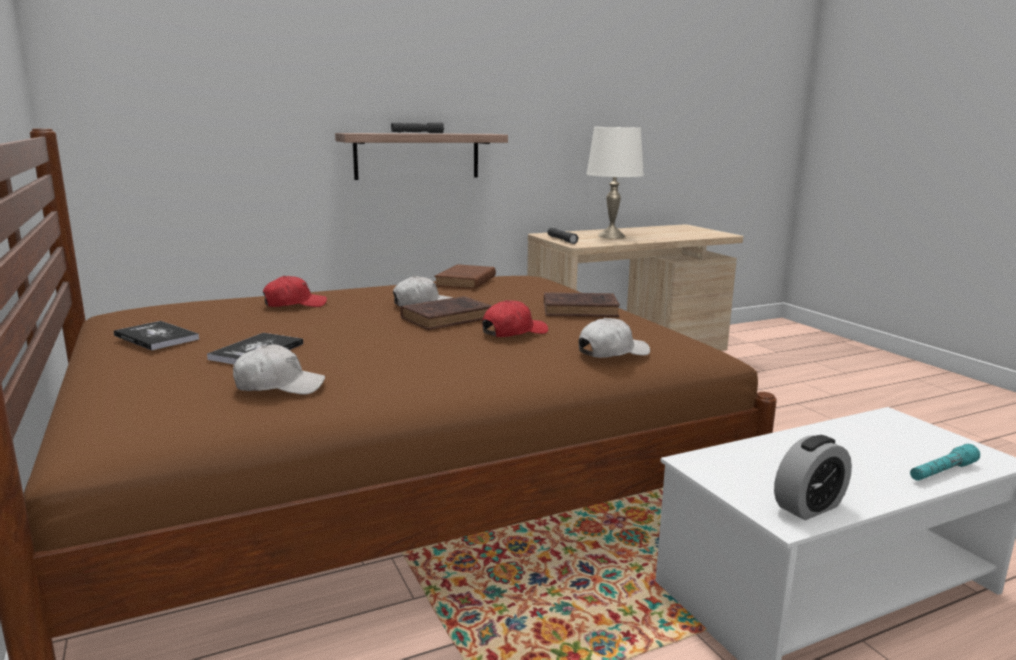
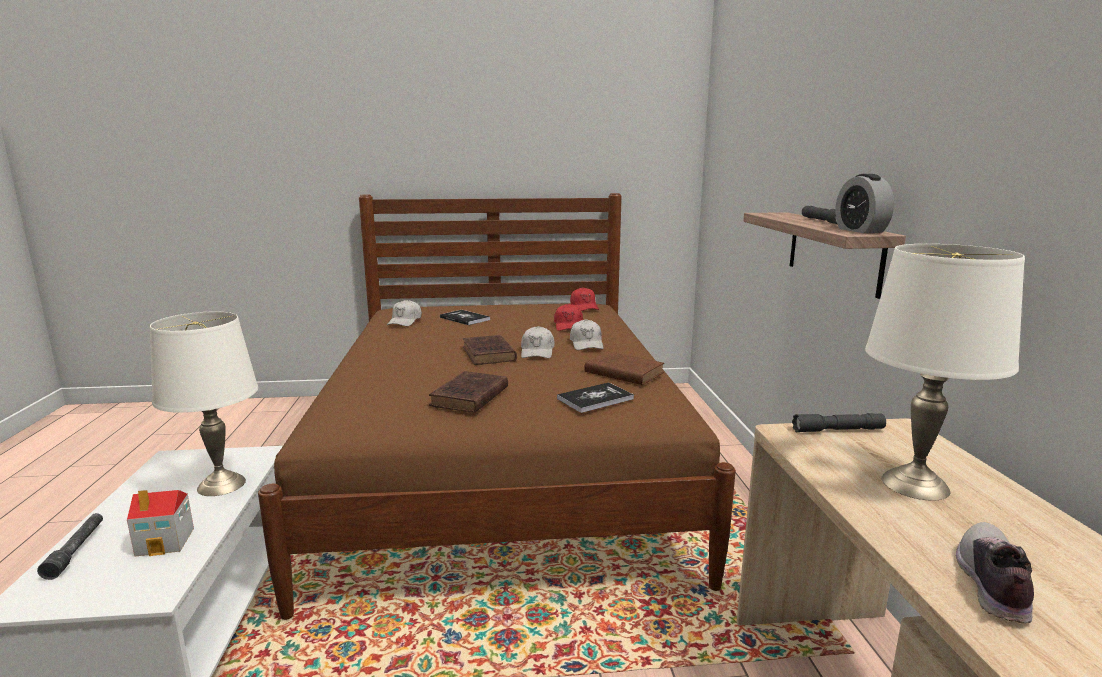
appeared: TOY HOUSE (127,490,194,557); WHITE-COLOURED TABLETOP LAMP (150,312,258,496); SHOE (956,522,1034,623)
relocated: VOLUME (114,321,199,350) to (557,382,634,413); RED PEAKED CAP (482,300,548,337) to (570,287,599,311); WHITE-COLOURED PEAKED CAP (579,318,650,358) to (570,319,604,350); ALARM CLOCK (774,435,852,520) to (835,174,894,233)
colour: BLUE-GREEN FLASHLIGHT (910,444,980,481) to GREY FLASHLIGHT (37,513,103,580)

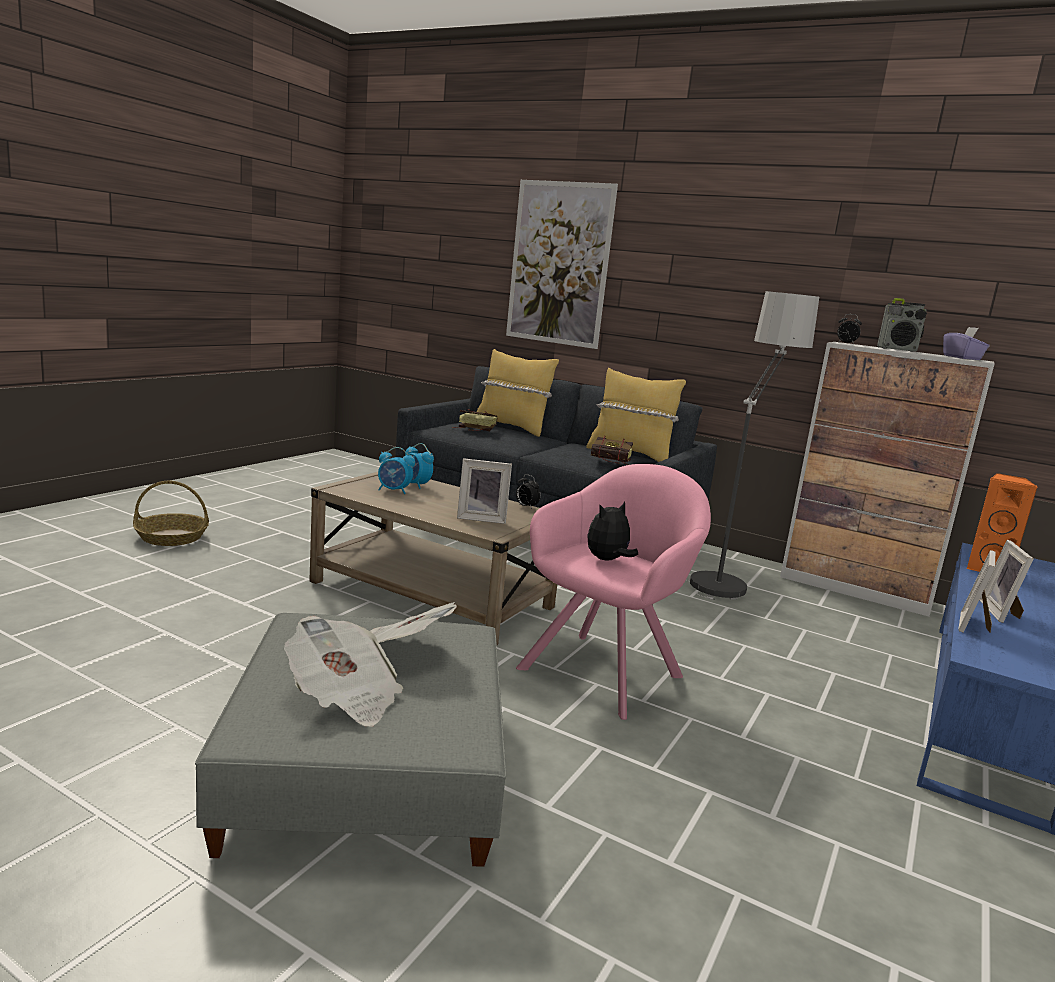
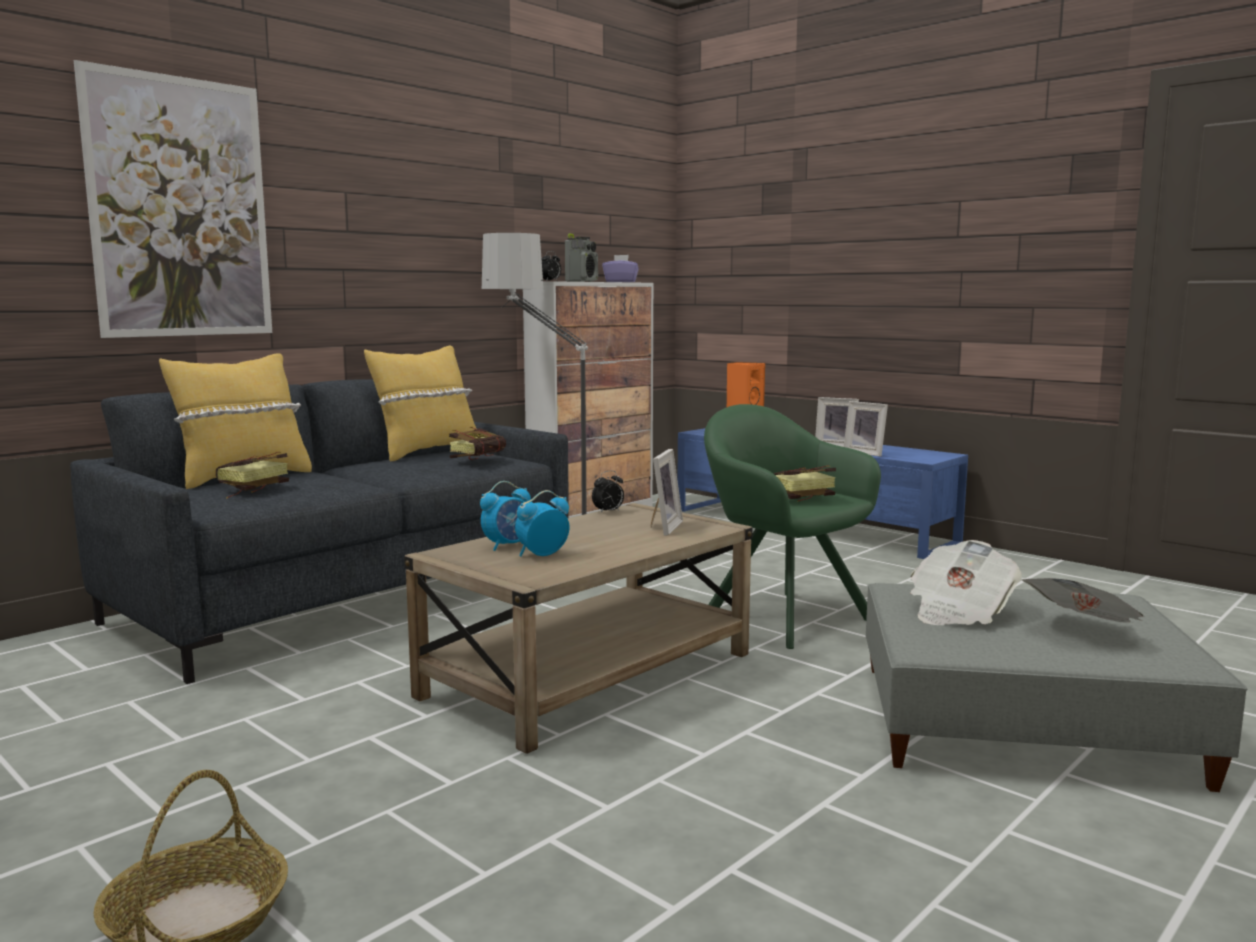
exchanged: PLUSH TOY (587,502,638,560) to VOLUME (773,465,836,502)
colour: PINKISH LOUNGE CHAIR (516,464,711,720) to GREEN LOUNGE CHAIR (704,404,881,649)
spun: ALARM CLOCK (378,447,415,494) = (515,490,569,556) 150 degrees counterclockwise

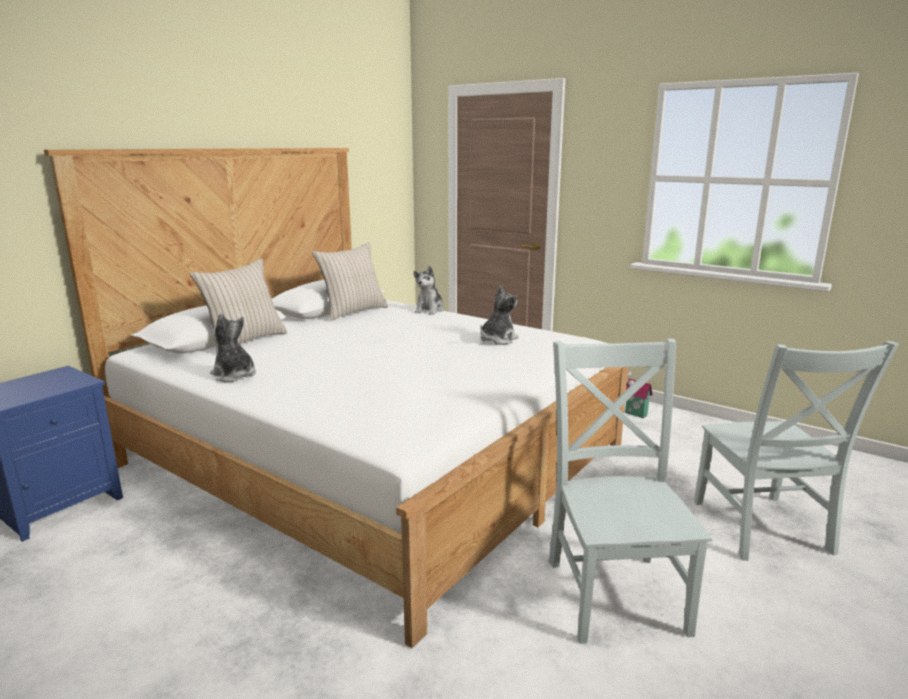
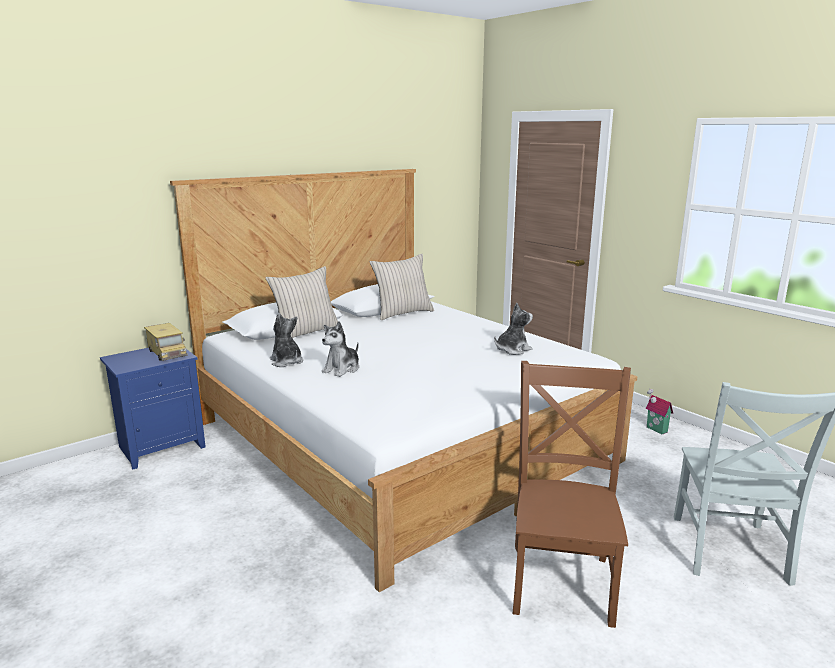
appeared: TOY LORRY (144,323,188,361)
relocated: PLUSH TOY (413,266,444,315) to (322,321,359,377)
colour: GREY UPRIGHT CHAIR (549,338,712,644) to BROWN UPRIGHT CHAIR (513,361,631,628)

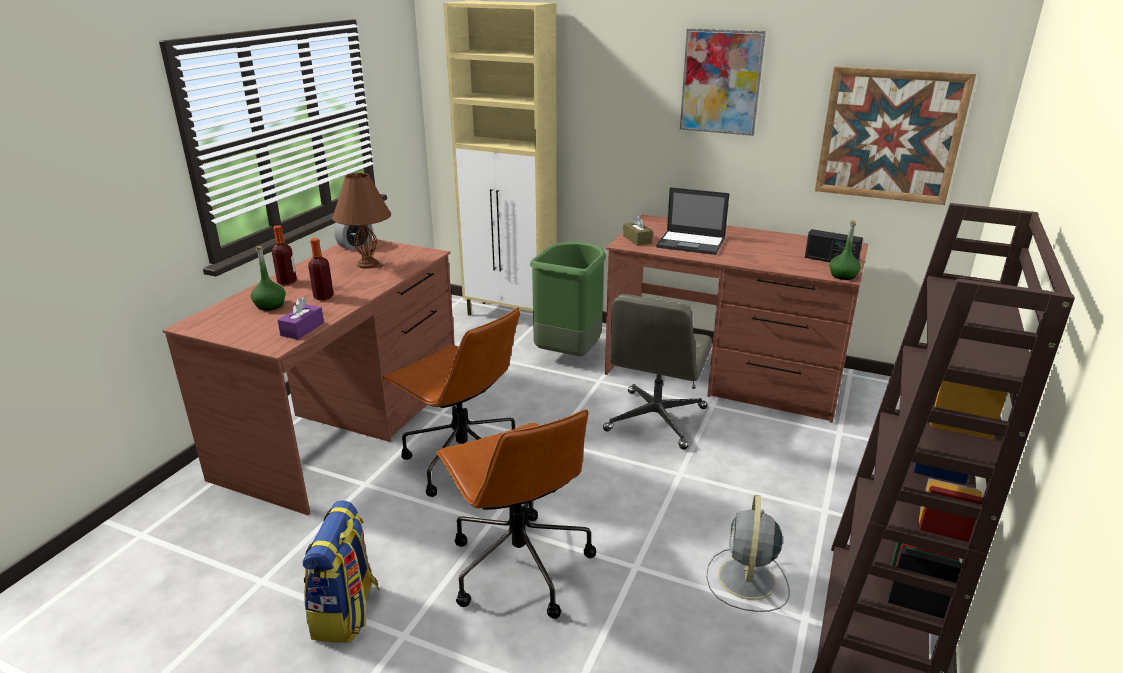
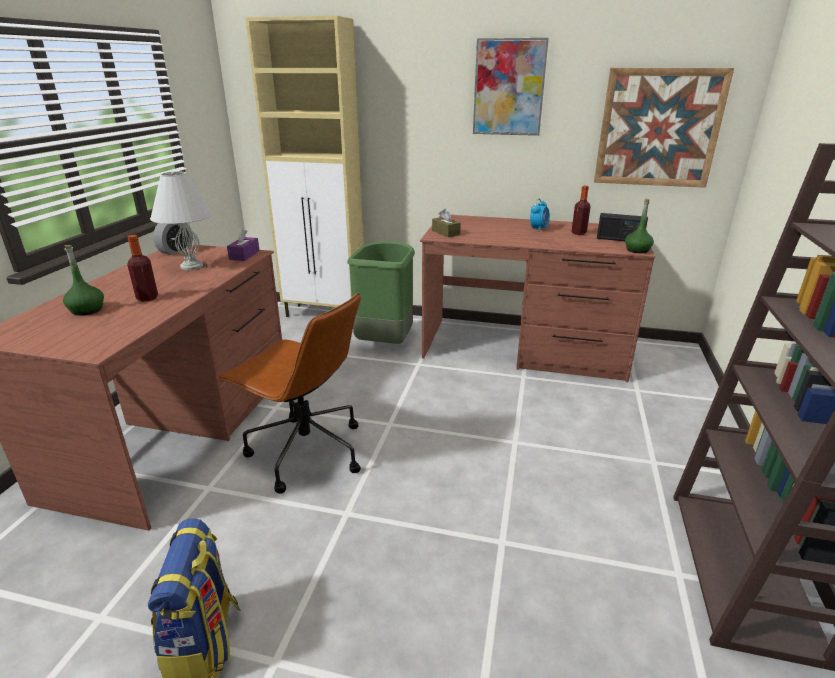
missing: BROWN DESK CHAIR (436,409,596,619); GREY DESK CHAIR (603,294,712,450); NOTEBOOK COMPUTER (656,187,730,255); GREY FAN (706,495,790,612)
appeared: ALARM CLOCK (530,198,550,232)
relocated: DRINK BOTTLE (272,225,297,285) to (571,186,591,235); PURPLE-COLOURED TISSUE BOX (278,297,324,340) to (227,229,260,261)
colour: BROWN TABLETOP LAMP (332,173,391,269) to WHITE-COLOURED TABLETOP LAMP (150,171,213,270)

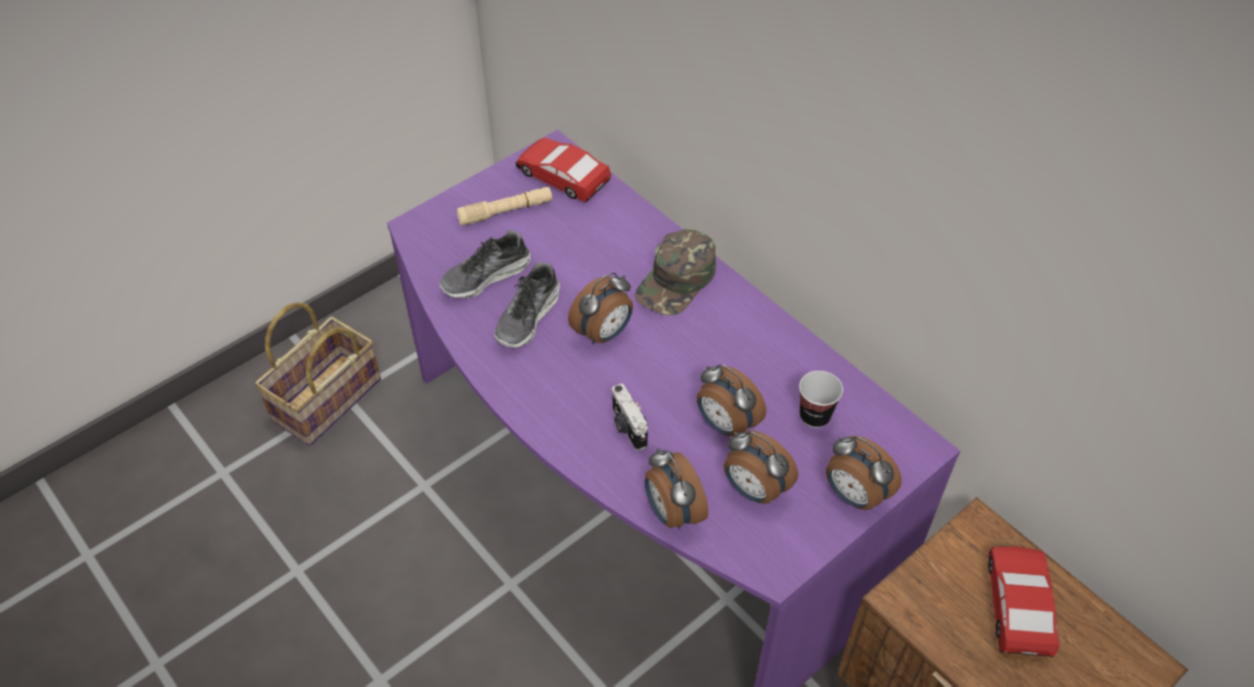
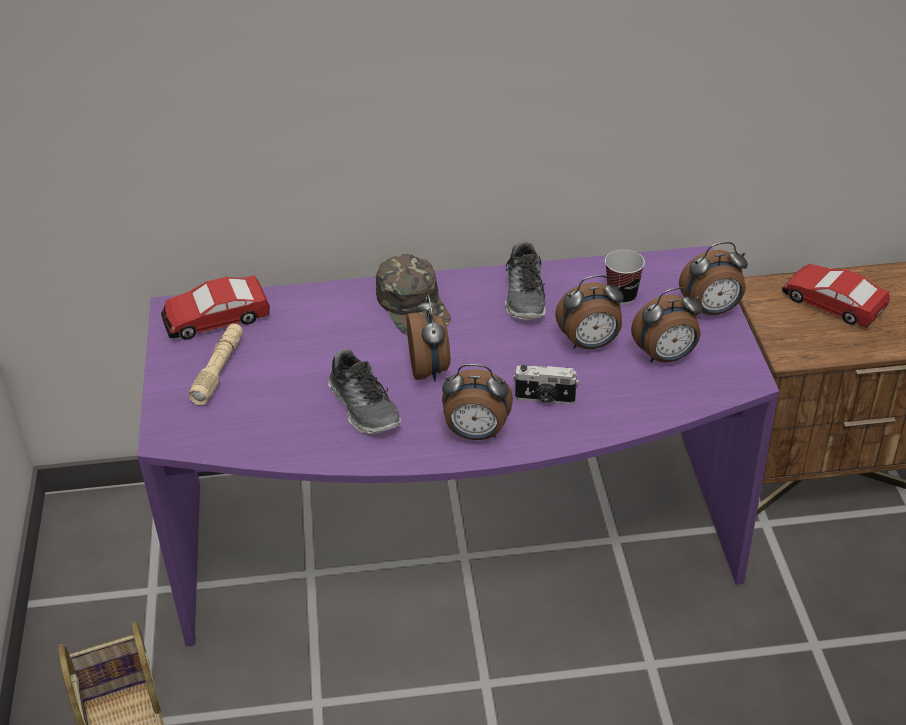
relocated: SHOE (439,230,530,299) to (505,242,546,320); ALARM CLOCK (644,448,708,529) to (442,364,513,440)

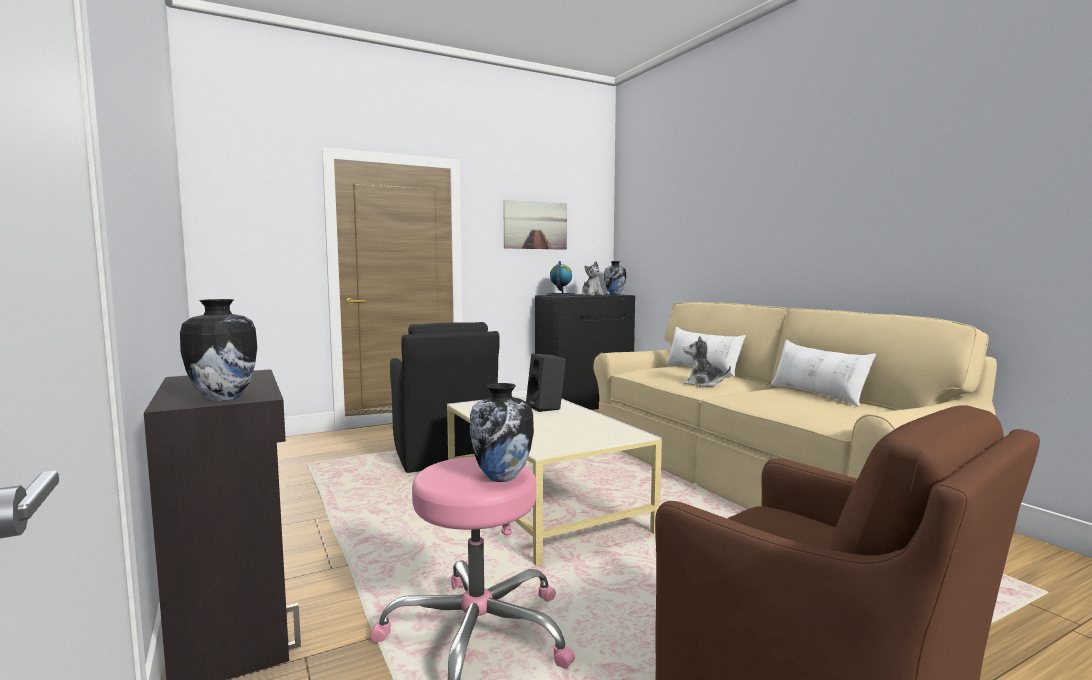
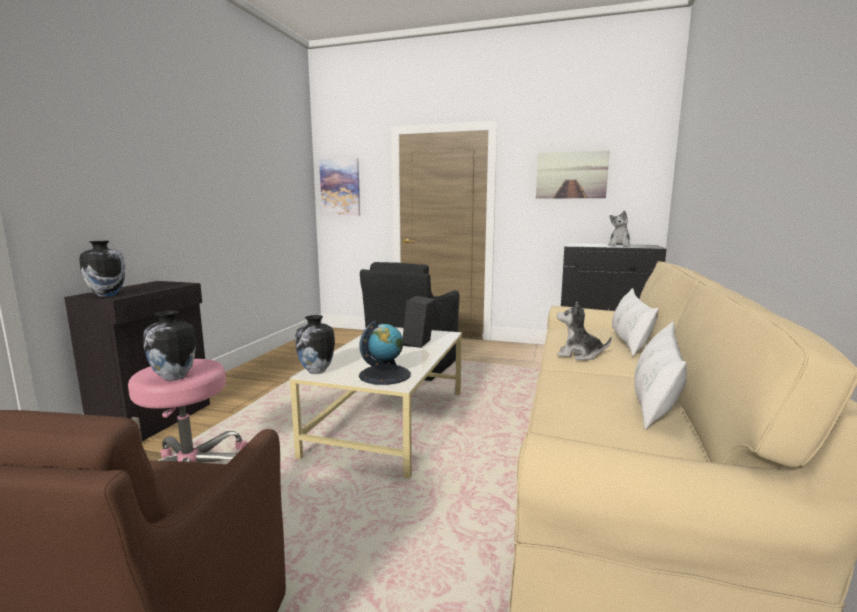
appeared: WALL ART (319,158,360,216)
relocated: GLOBE (546,261,576,296) to (359,321,411,385); FLOWER VASE (604,261,626,295) to (295,315,335,374)
spun: PLUSH TOY (683,335,731,387) = (557,301,612,360) 45 degrees counterclockwise

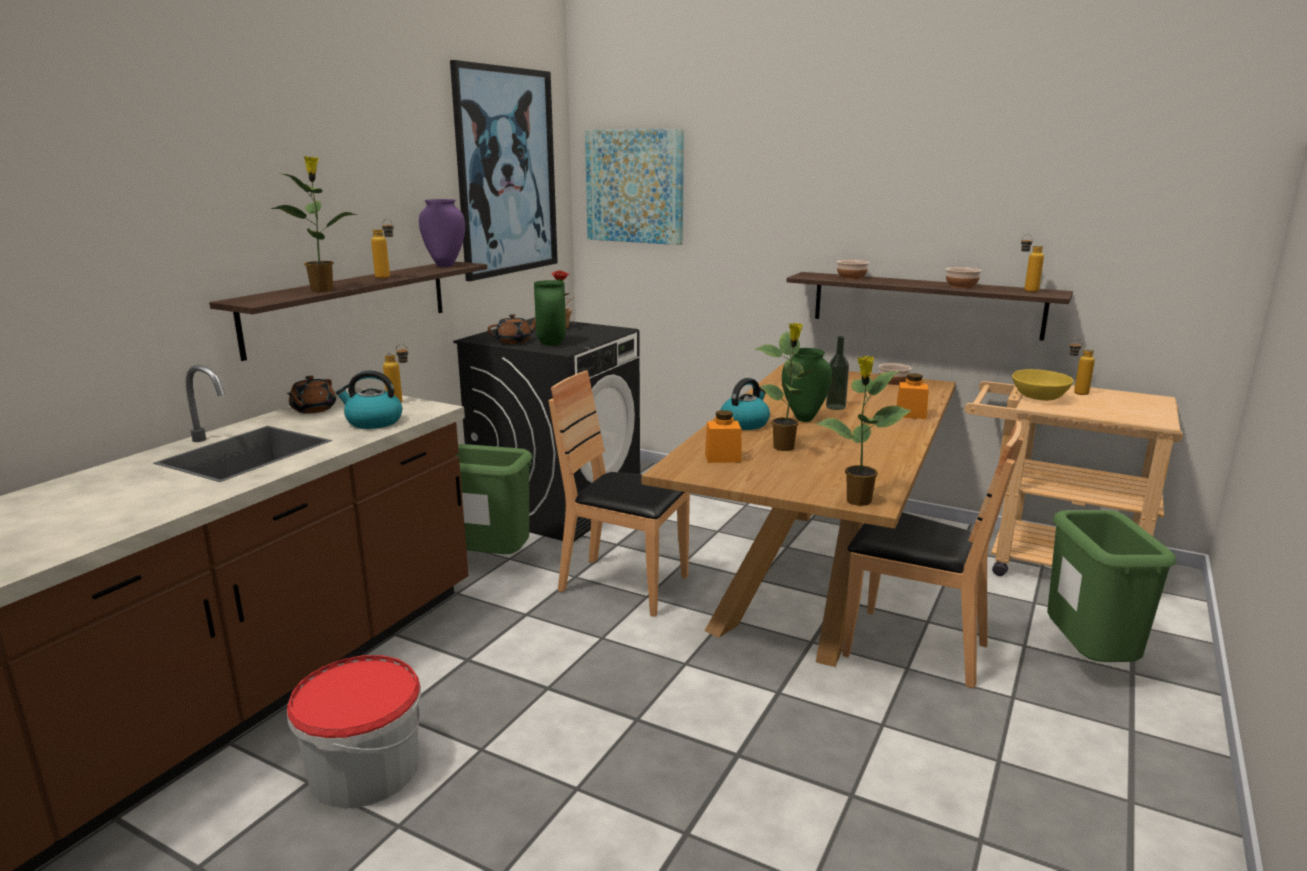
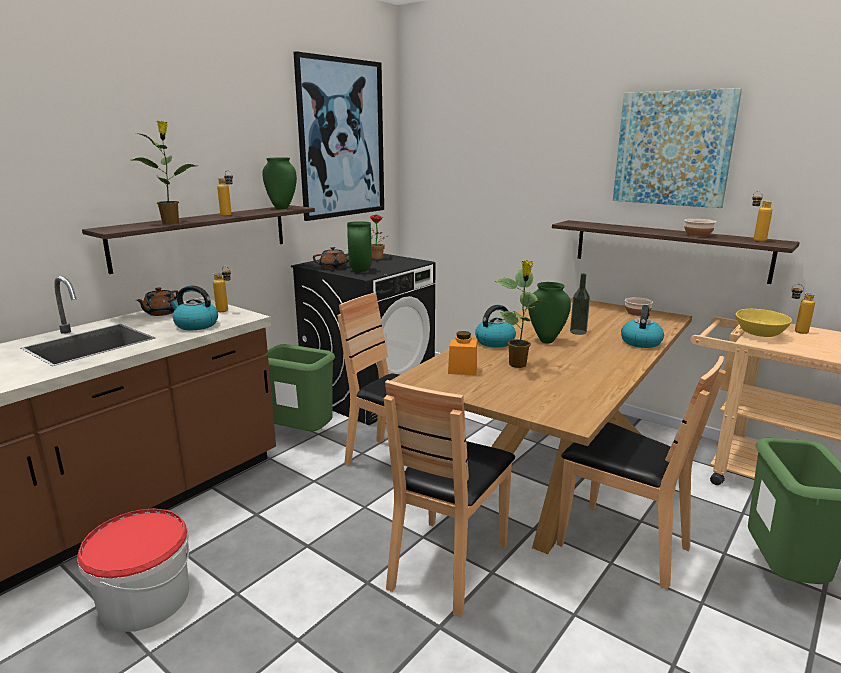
missing: POTTED PLANT (815,356,912,506); SERVING BOWL (837,260,869,279)
appeared: BROWN UPRIGHT CHAIR (384,380,515,617)
relocated: WALL ART (585,129,684,245) to (613,88,742,208)
exchanged: ORANGE-COLOURED PRESERVE JAR (896,373,929,419) to TEA KETTLE (621,305,664,348)
colour: PURPLE-COLOURED FLOWER VASE (419,199,465,267) to GREEN FLOWER VASE (263,157,297,209)

